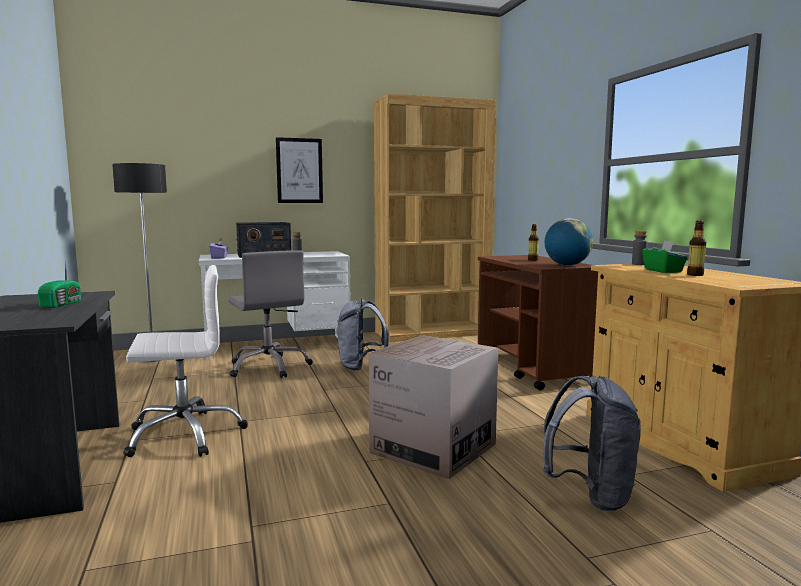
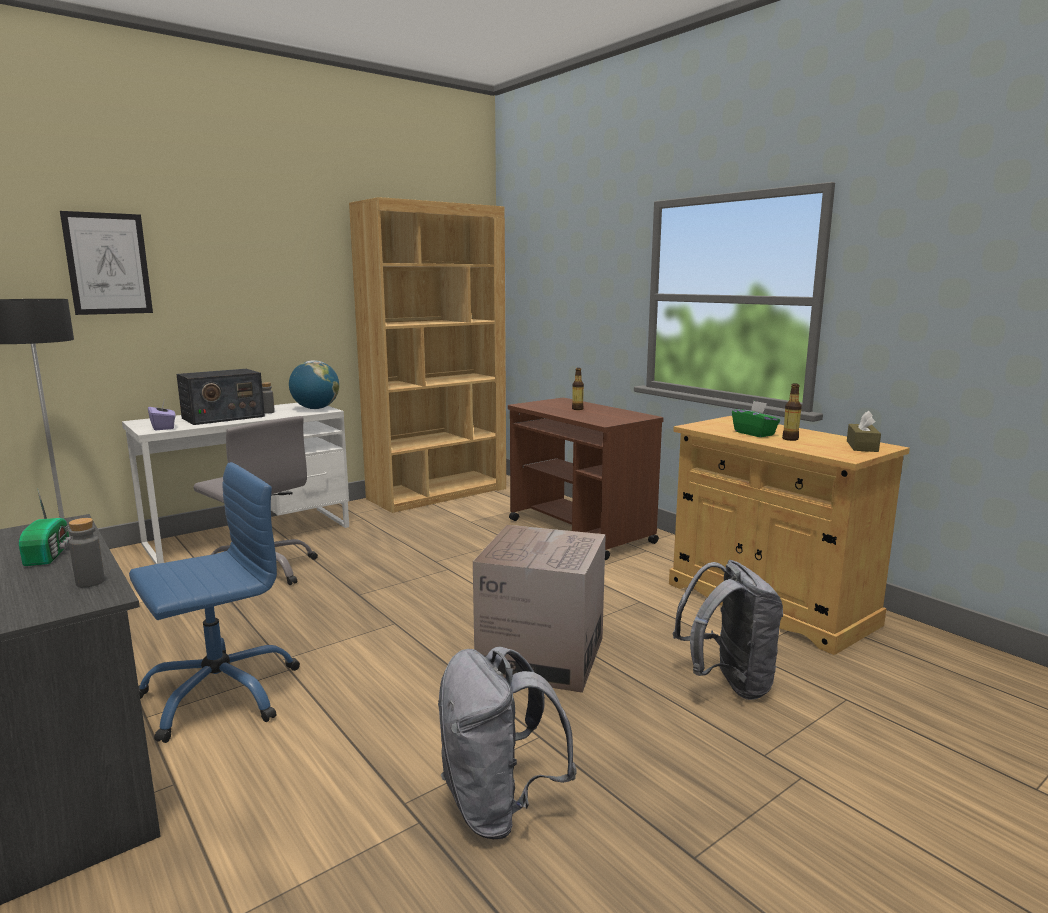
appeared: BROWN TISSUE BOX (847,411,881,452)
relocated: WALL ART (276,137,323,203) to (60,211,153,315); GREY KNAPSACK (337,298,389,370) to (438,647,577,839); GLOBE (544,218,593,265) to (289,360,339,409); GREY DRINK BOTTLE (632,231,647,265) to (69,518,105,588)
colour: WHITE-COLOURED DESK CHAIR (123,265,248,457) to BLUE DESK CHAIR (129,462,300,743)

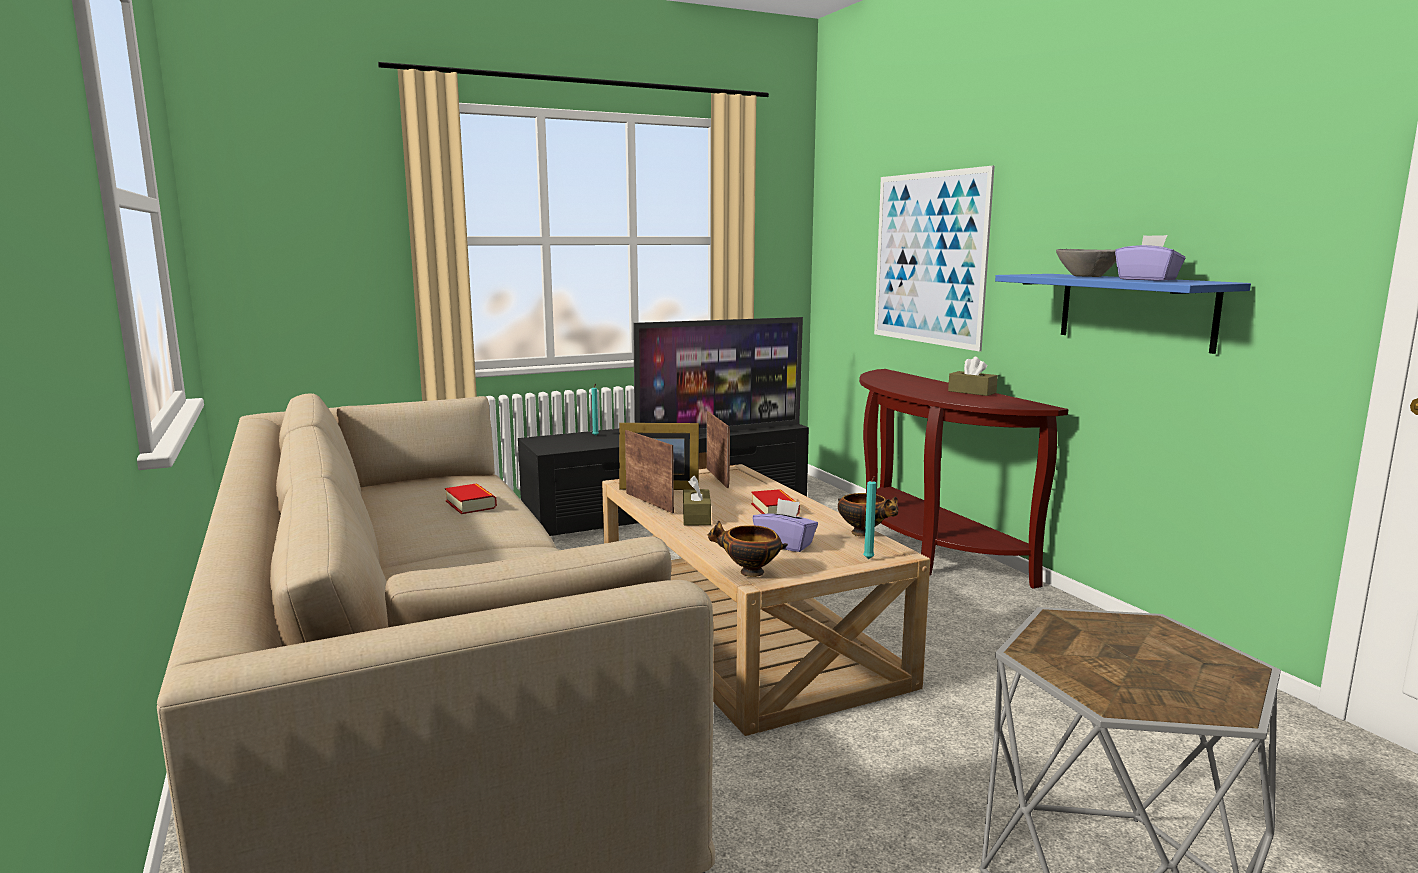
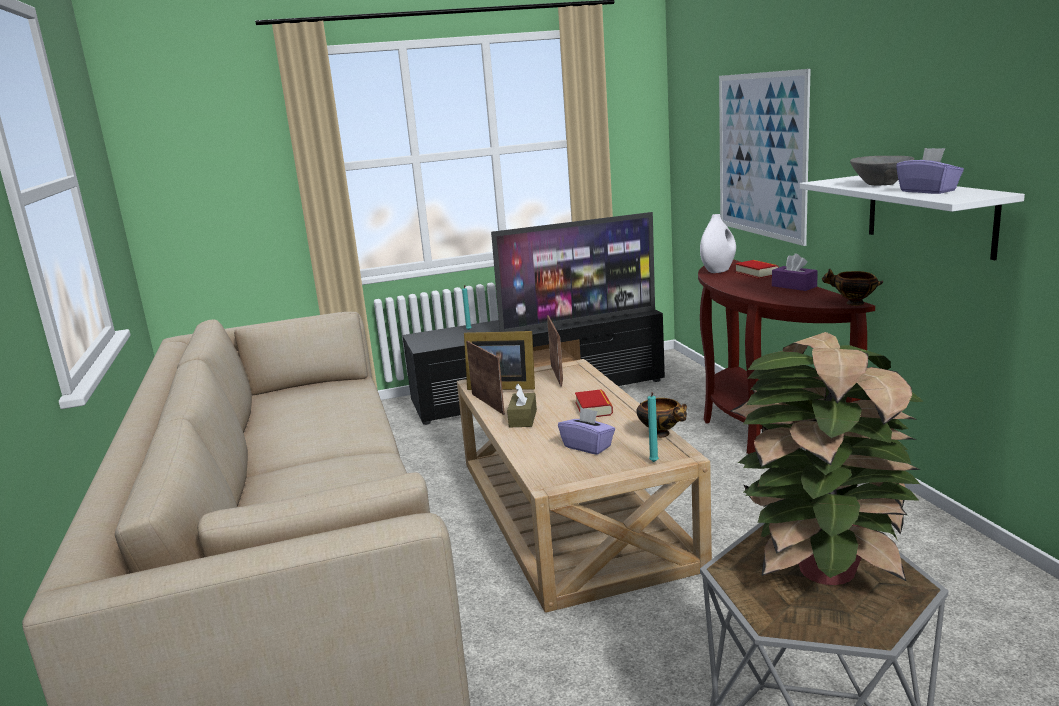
appeared: WHITE-COLOURED FLOWER VASE (700,214,736,273); POTTED PLANT (731,332,924,585)
relocated: VOLUME (445,483,497,514) to (735,260,779,279); SERVING BOWL (708,521,788,577) to (822,268,883,306)
colour: BROWN TISSUE BOX (948,357,998,396) to PURPLE-COLOURED TISSUE BOX (772,253,818,291); BLUE SHELF (995,274,1251,354) to WHITE-COLOURED SHELF (800,176,1025,260)

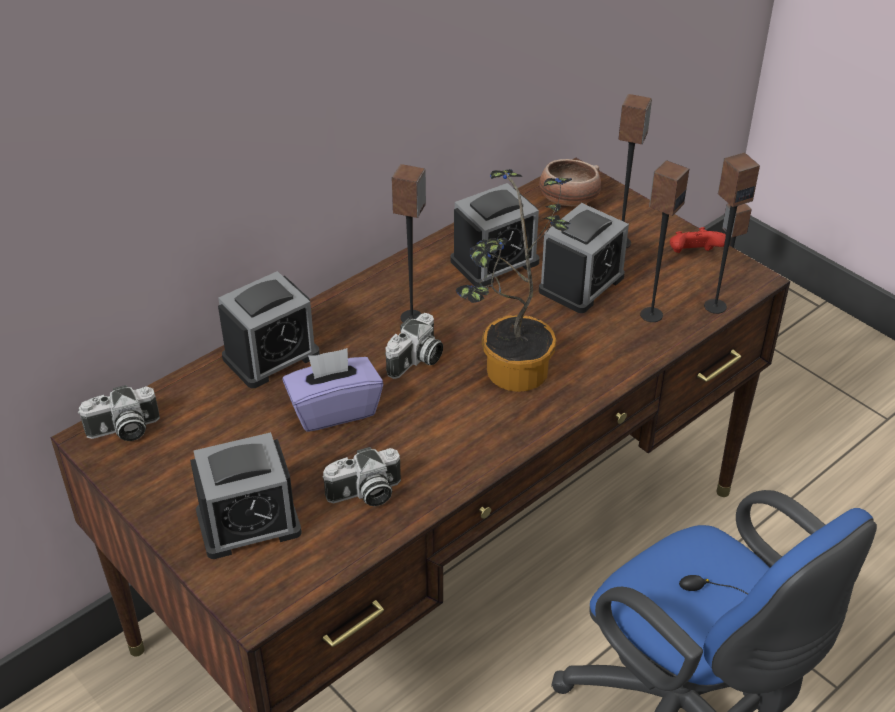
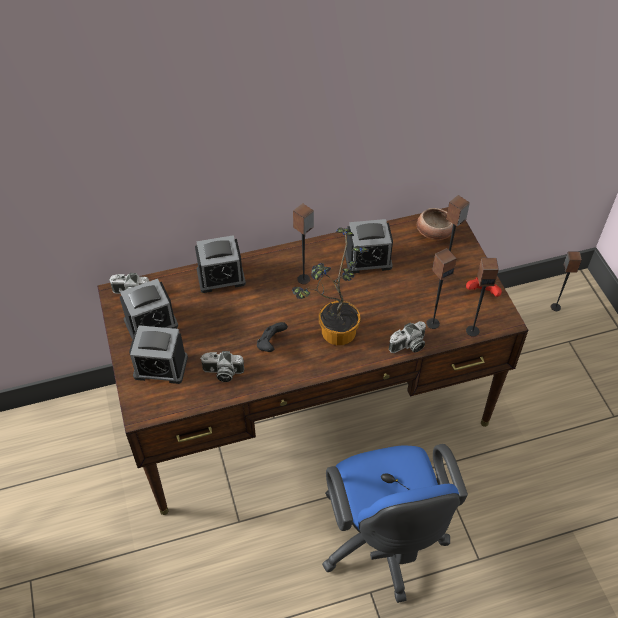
missing: PURPLE-COLOURED TISSUE BOX (282,348,383,432)
appeared: BLACKISH GAMEPAD (257,322,288,352)
relocated: STILL CAMERA (385,313,443,379) to (389,321,426,353); ALARM CLOCK (539,203,629,313) to (120,279,178,340)

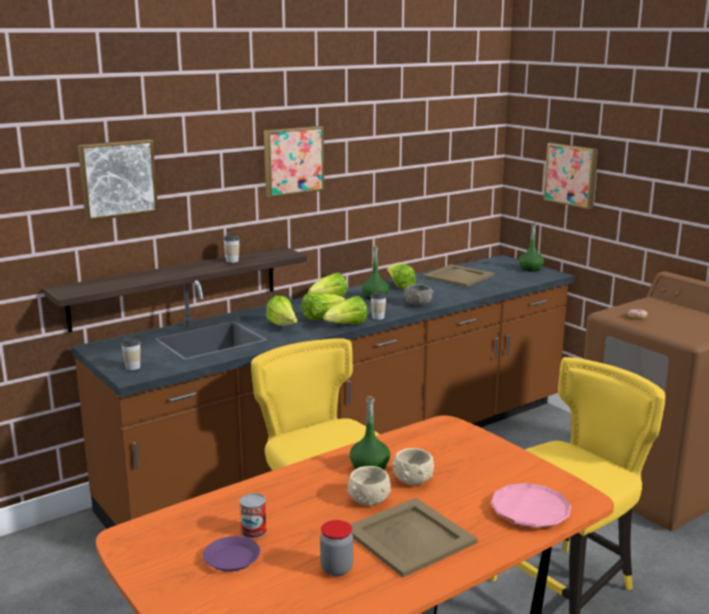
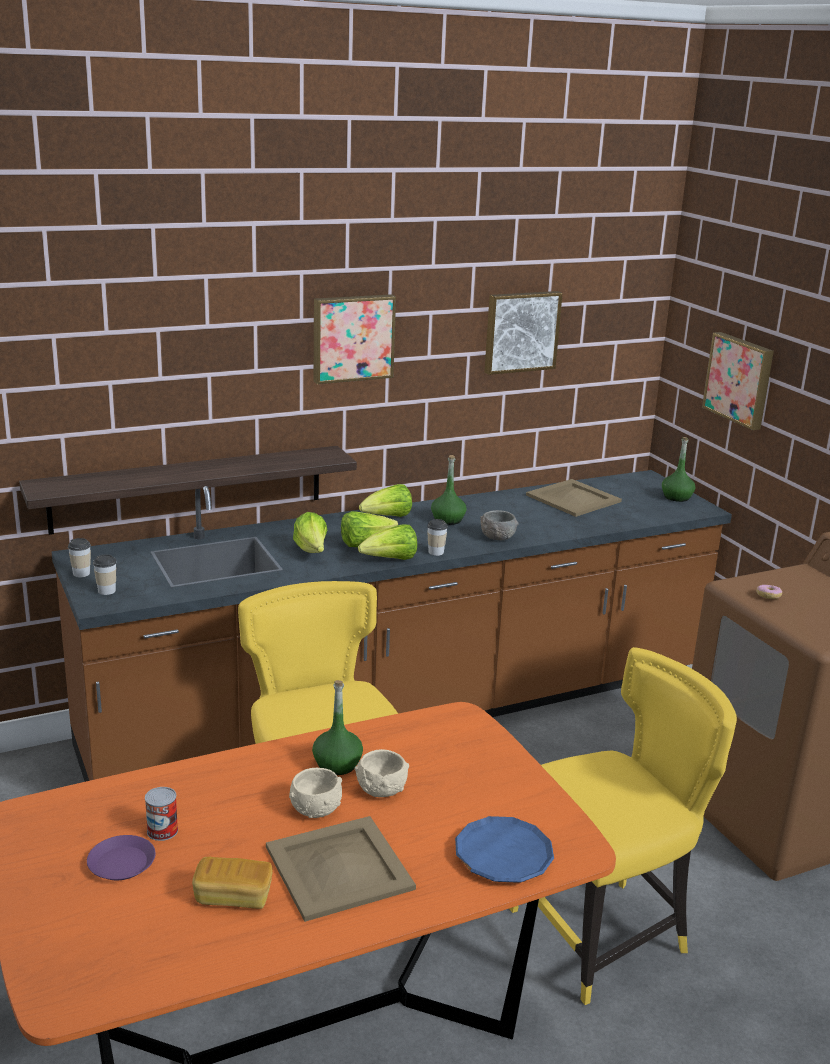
missing: HEAD OF LETTUCE (387,264,416,290)
relocated: WALL ART (78,139,158,221) to (484,291,563,375); DRINKING CUP (223,234,240,263) to (68,538,91,577)
exchanged: PRESERVE JAR (320,520,353,576) to BAKED BREAD (192,857,273,909)
colour: PINKISH FLAT DISH (491,483,571,528) to BLUE FLAT DISH (455,816,554,883)

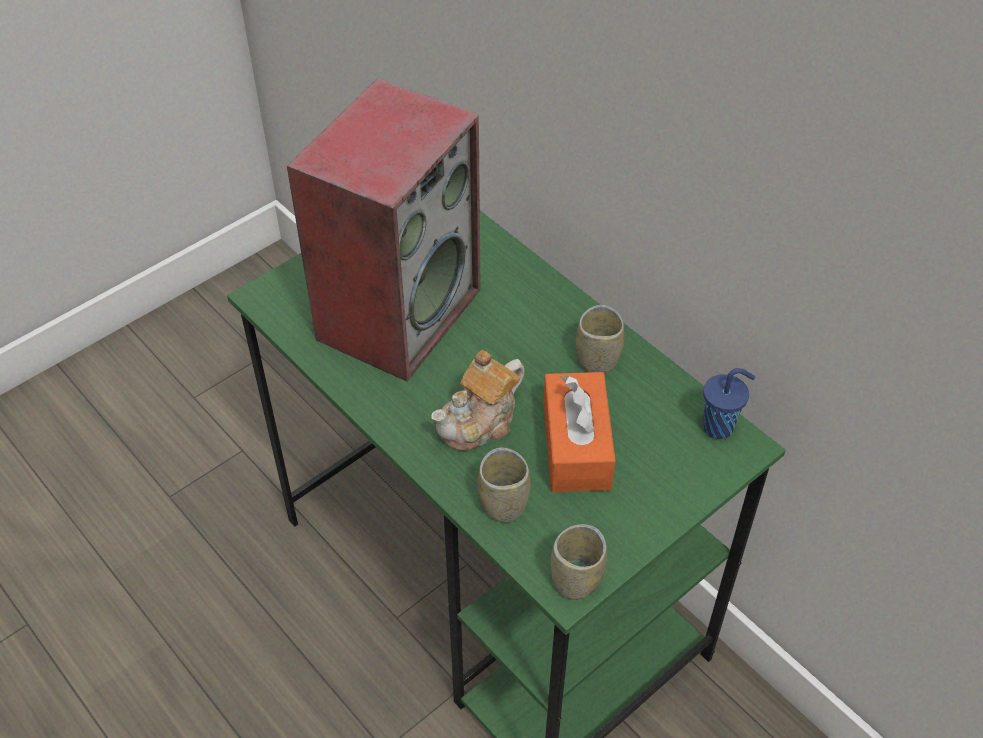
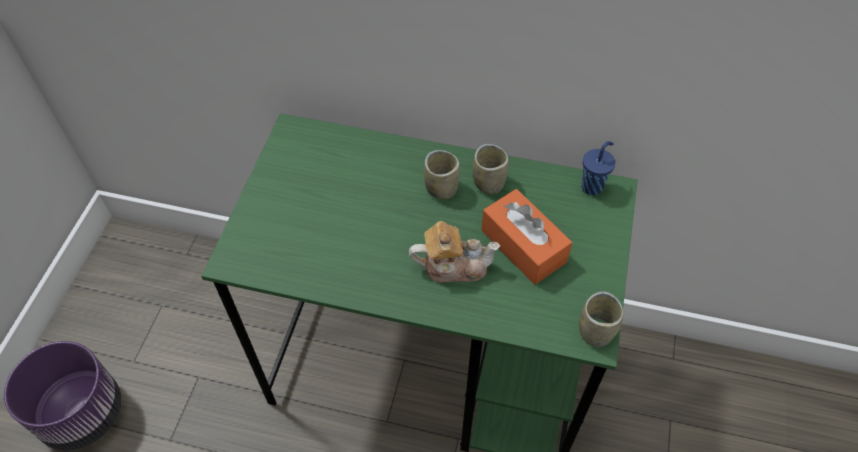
missing: LOUDSPEAKER (287,78,481,381)
appeared: PURPLE-COLOURED PLANT POT (4,341,121,451)
relocated: DRINKING CUP (477,448,531,523) to (424,150,460,199)
spun: POT FOR TEA (431,350,525,451) = (409,221,500,283) 105 degrees counterclockwise

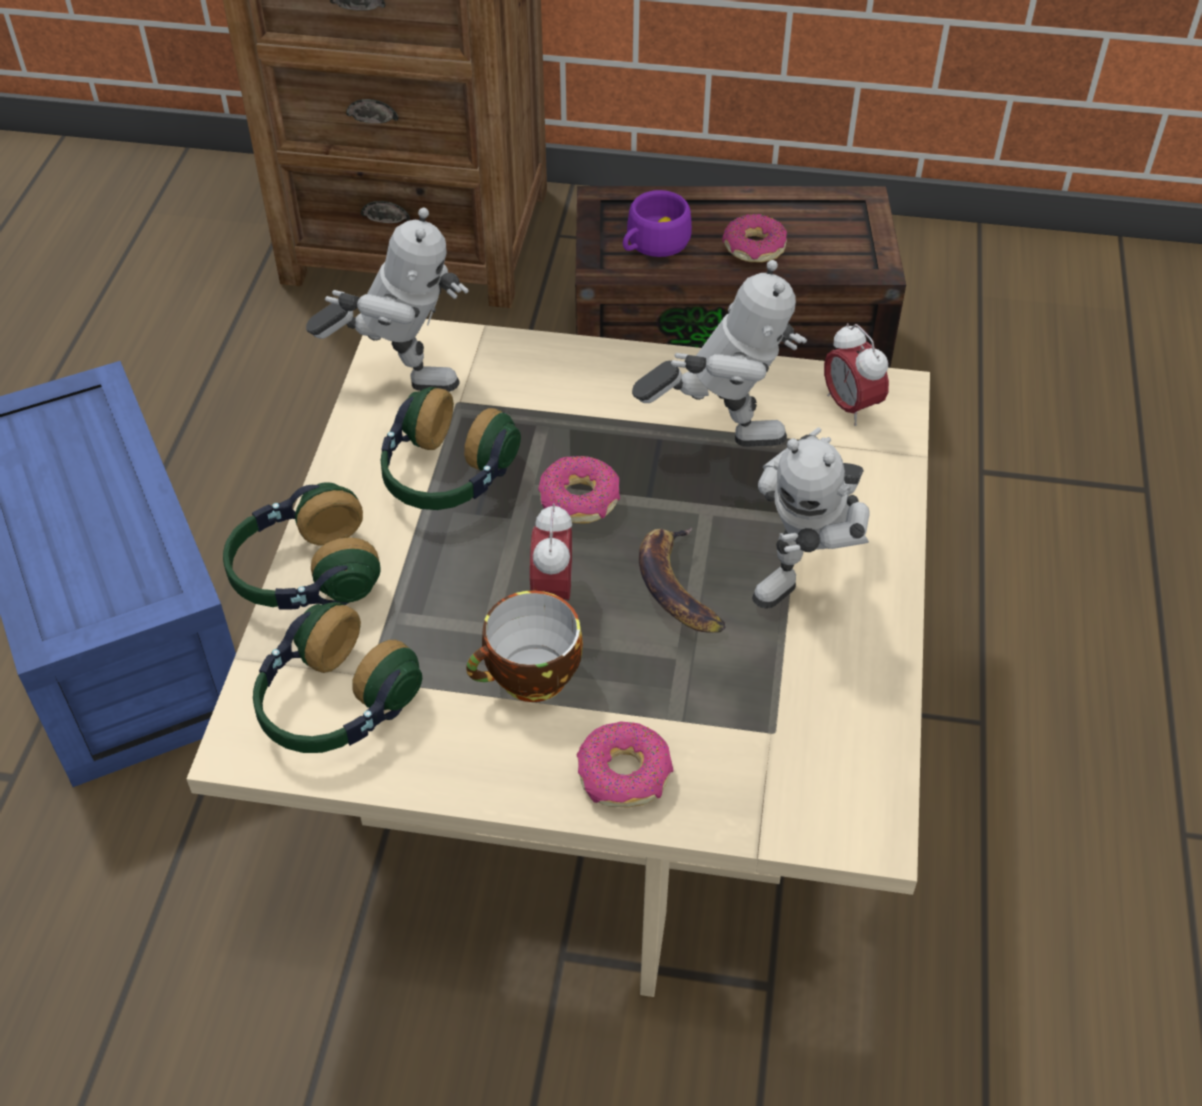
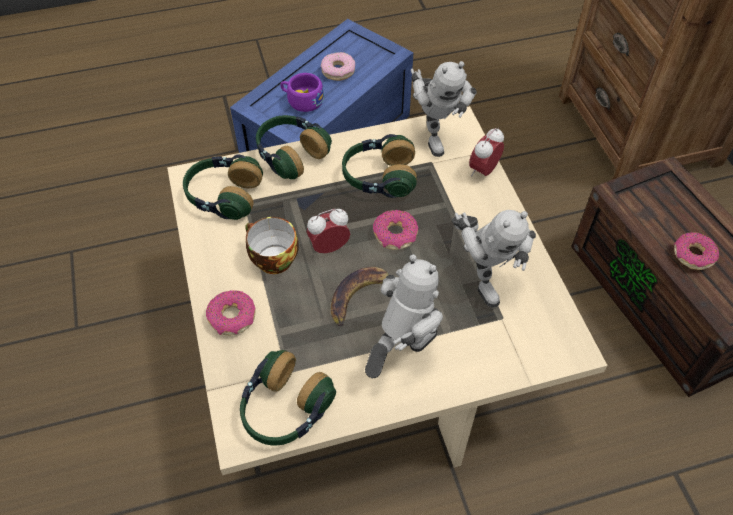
appeared: PAIR OF HEADPHONES (240,350,336,446); RING DOUGHNUT (321,52,355,81)
relocated: PURPLE-COLOURED DRINKING CUP (623,190,692,257) to (280,73,324,112); ALARM CLOCK (824,323,889,426) to (469,128,504,177)
spun: TOY ROBOT (752,427,870,609) = (365,254,443,378) 120 degrees clockwise

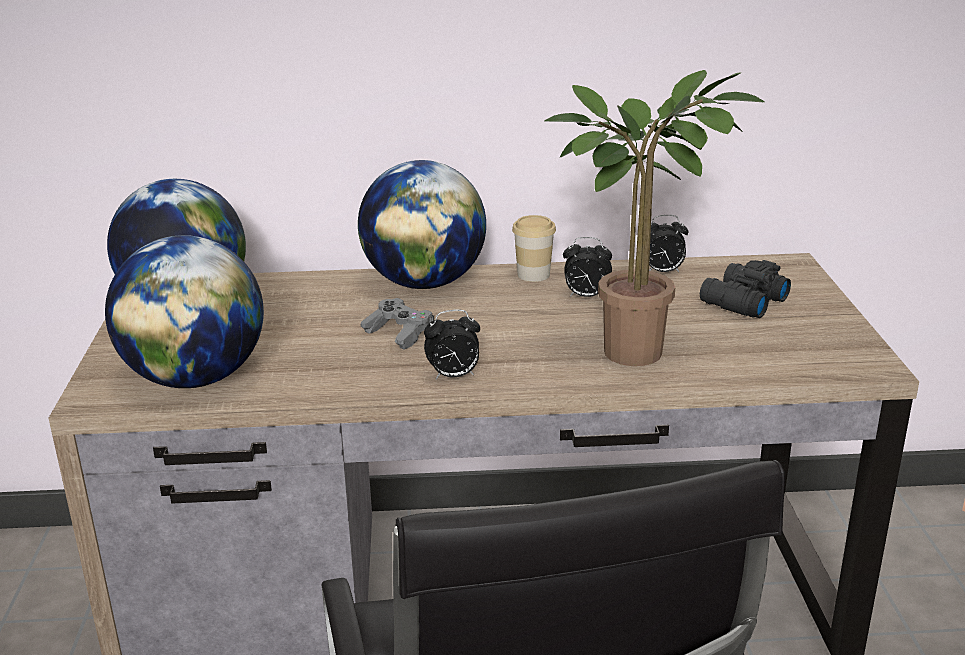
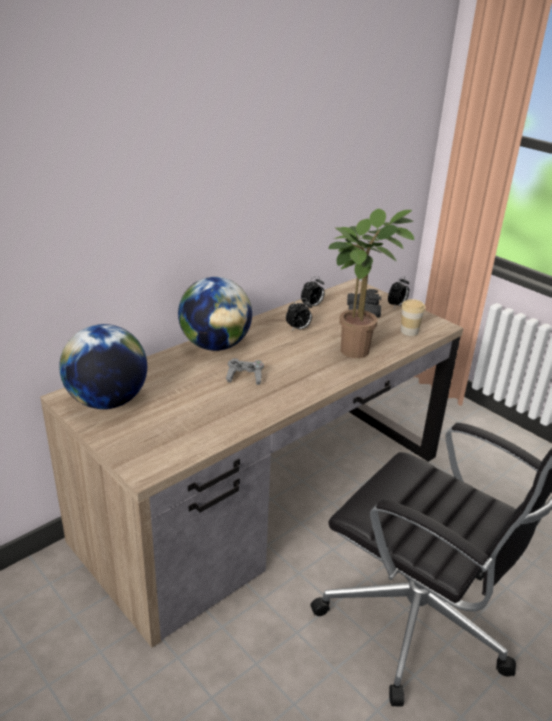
missing: GLOBE (105,235,264,388)
relocated: ALARM CLOCK (424,309,480,379) to (388,276,409,308); DRINKING CUP (512,215,556,282) to (401,299,426,336)

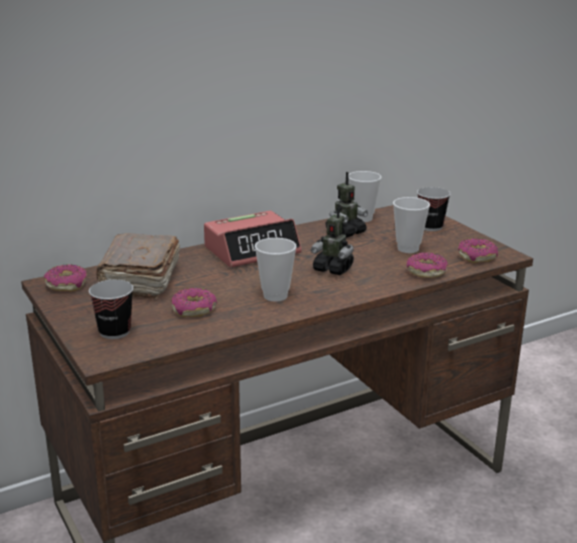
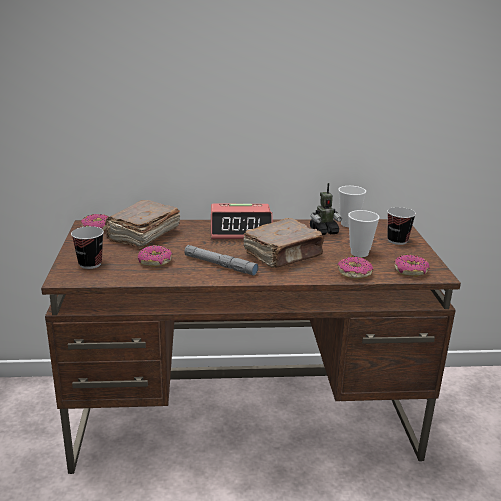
exchanged: DRINKING CUP (255,238,297,302) to GREY FLASHLIGHT (184,245,258,276); TOY ROBOT (311,203,354,275) to BROWN VOLUME (243,218,324,268)

